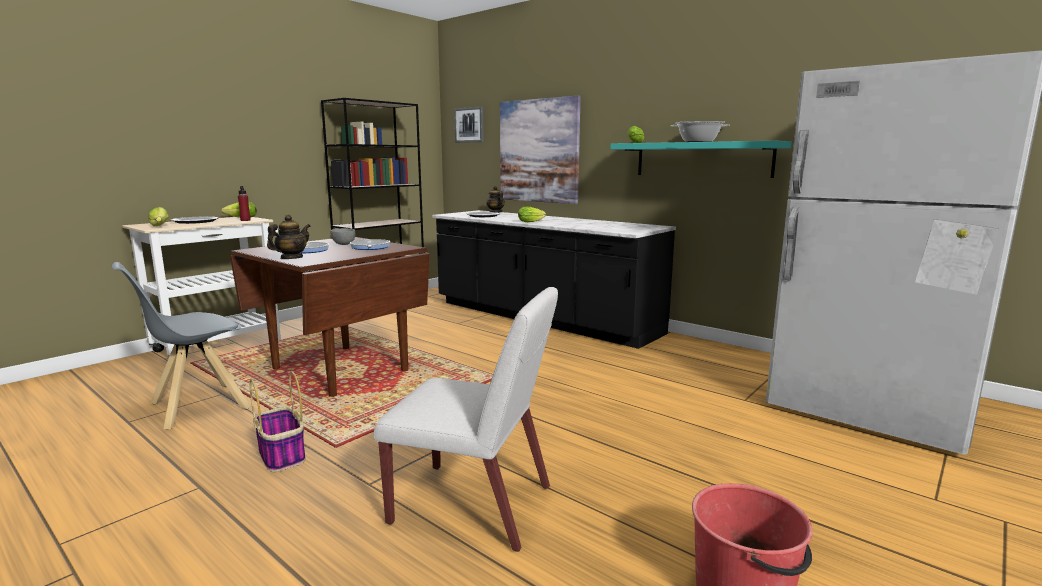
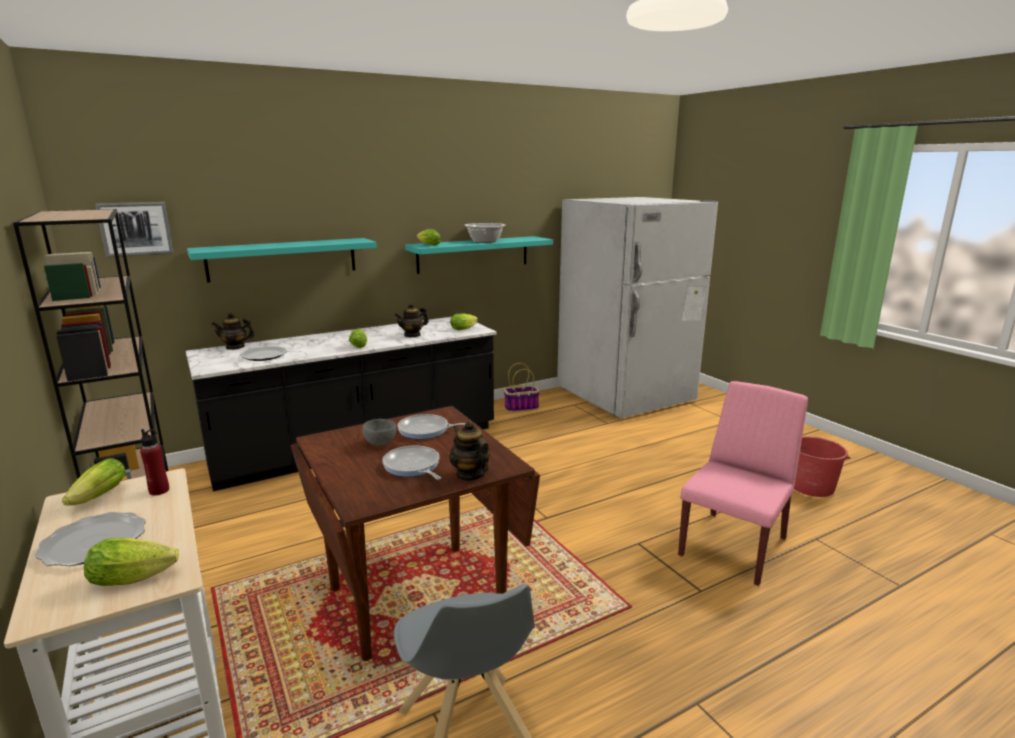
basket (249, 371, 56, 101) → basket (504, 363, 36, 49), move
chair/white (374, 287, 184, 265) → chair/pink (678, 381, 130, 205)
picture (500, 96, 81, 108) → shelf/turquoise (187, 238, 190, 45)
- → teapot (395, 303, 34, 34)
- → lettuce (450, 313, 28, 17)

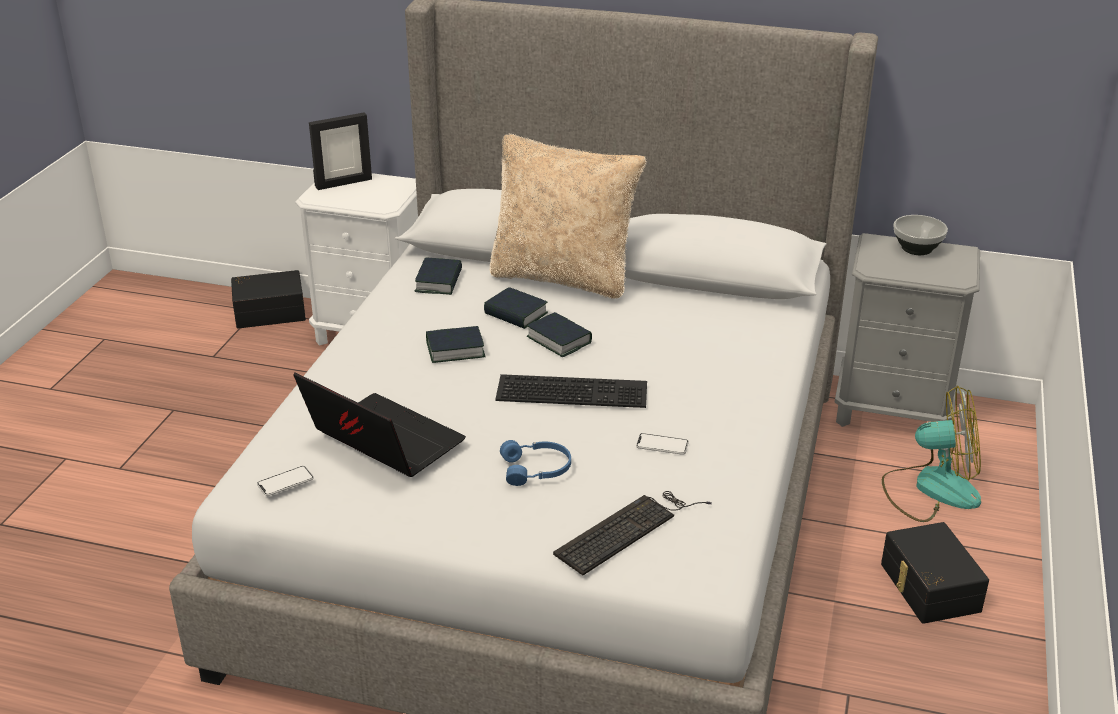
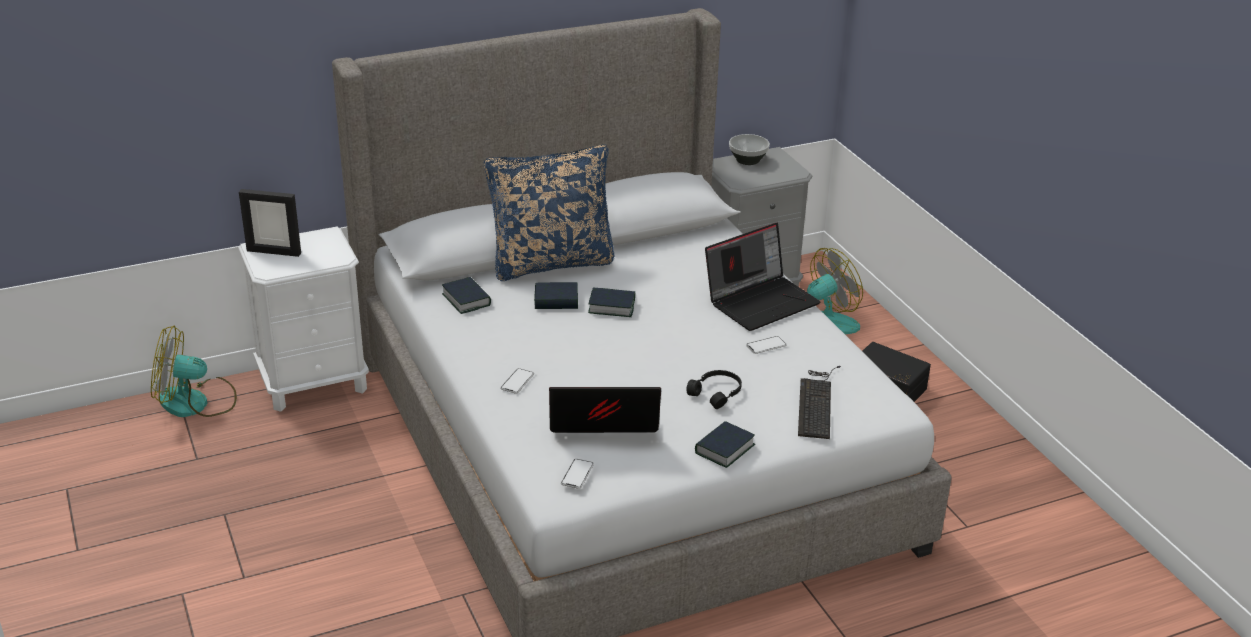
storage box/black (231, 270, 75, 58) → fan (151, 326, 86, 91)
picture frame (309, 113, 63, 77) → picture frame (239, 189, 62, 68), 75 degrees clockwise
book (426, 326, 60, 37) → book (695, 421, 60, 47), move
pillow/beige (490, 133, 157, 166) → pillow/blue (484, 144, 131, 137)
keyboard (495, 374, 152, 34) → -
headphones/blue (500, 440, 71, 46) → headphones/black (686, 370, 56, 39)
- → phone (500, 368, 34, 26)
- → laptop (705, 223, 115, 108)

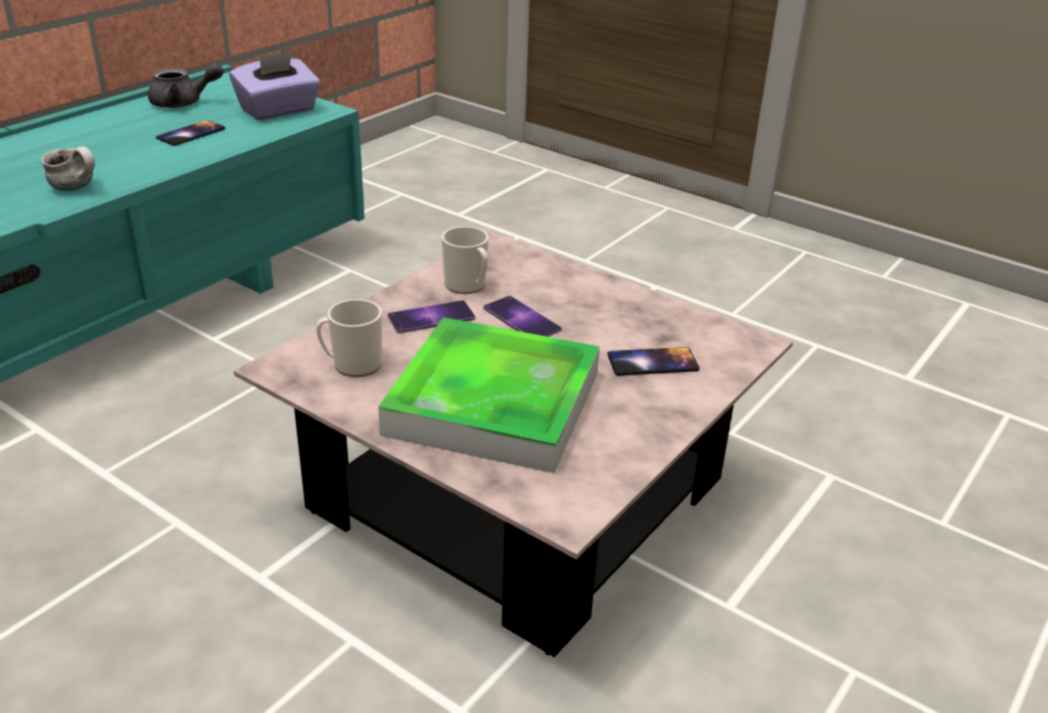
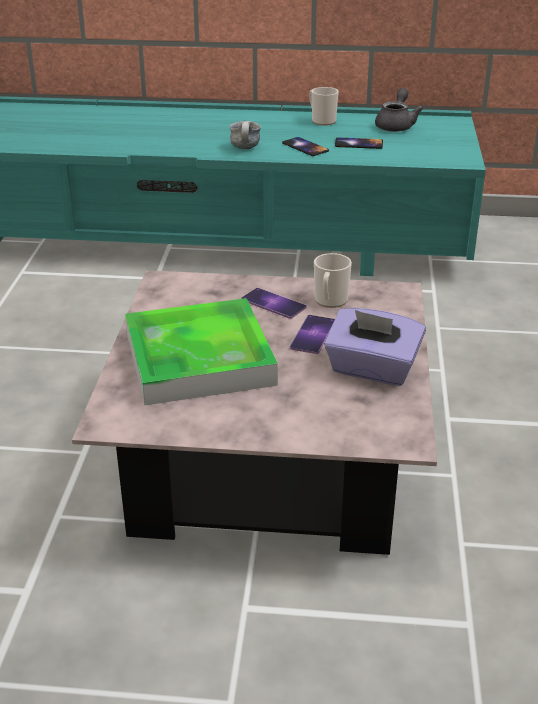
teapot/grey (148, 63, 76, 45) → teapot/grey (375, 88, 49, 44), 120 degrees counterclockwise
tissue box/purple (229, 52, 91, 69) → tissue box/purple (324, 308, 102, 78), move
mug (316, 299, 66, 78) → mug (310, 87, 29, 38), move
phone (607, 347, 93, 29) → phone (282, 137, 47, 19), move

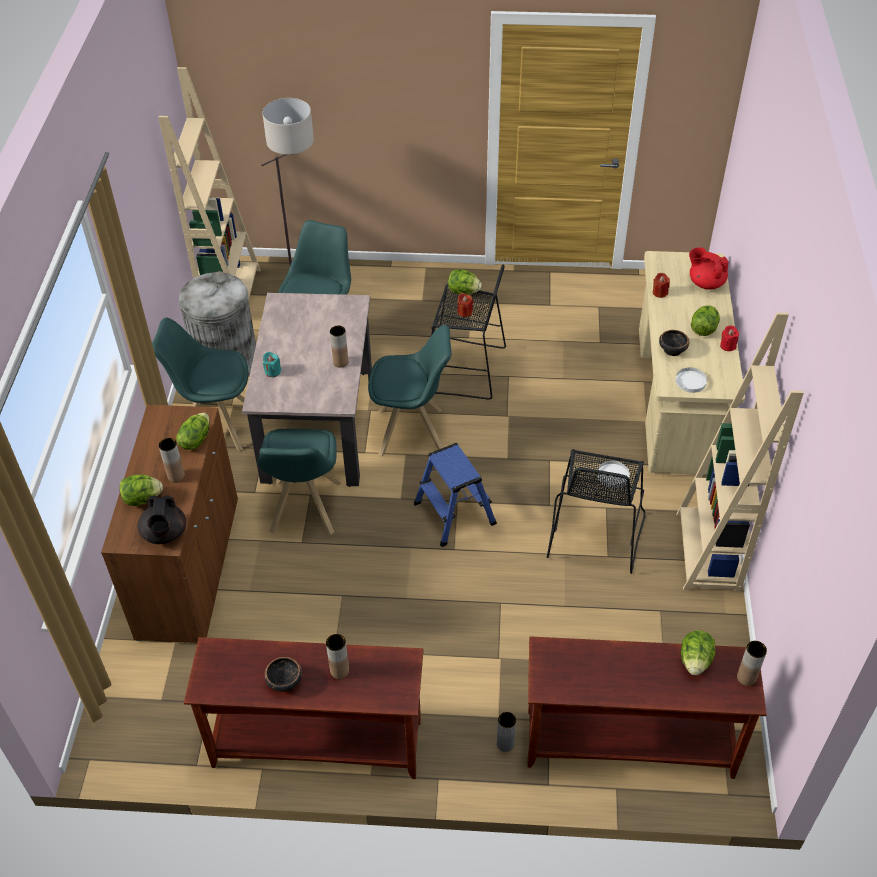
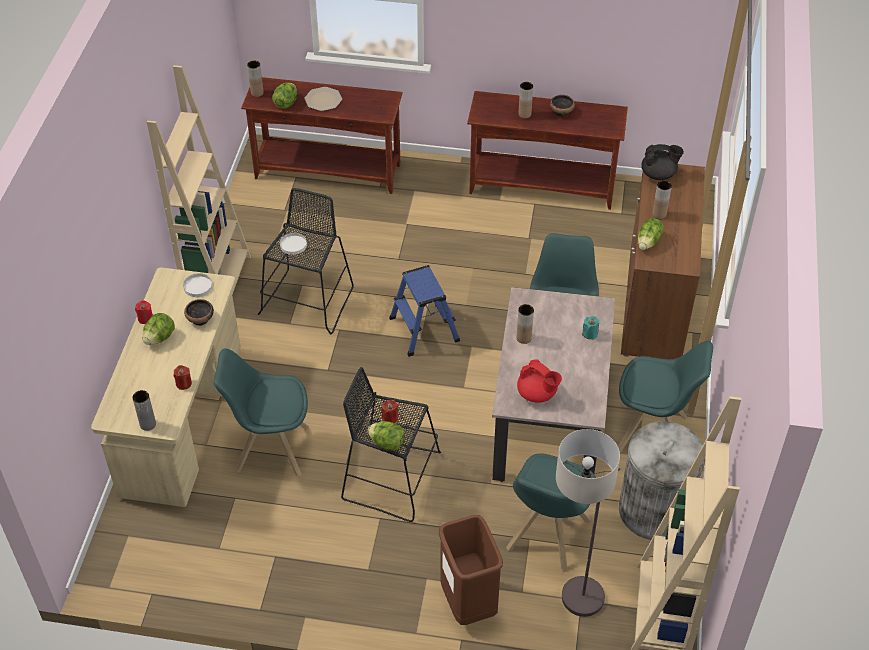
lettuce (119, 474, 44, 32) → -
teapot/black (138, 495, 48, 49) → teapot/black (641, 144, 43, 36), 90 degrees clockwise
chair/turquoise (368, 325, 84, 132) → chair/turquoise (214, 348, 95, 129), move
vase/grey (497, 712, 19, 40) → vase/grey (132, 390, 24, 41), move
teapot/red (689, 247, 40, 43) → teapot/red (517, 360, 45, 43), move
- → plate (304, 87, 38, 24)
- → trash can/brown (439, 515, 64, 110)

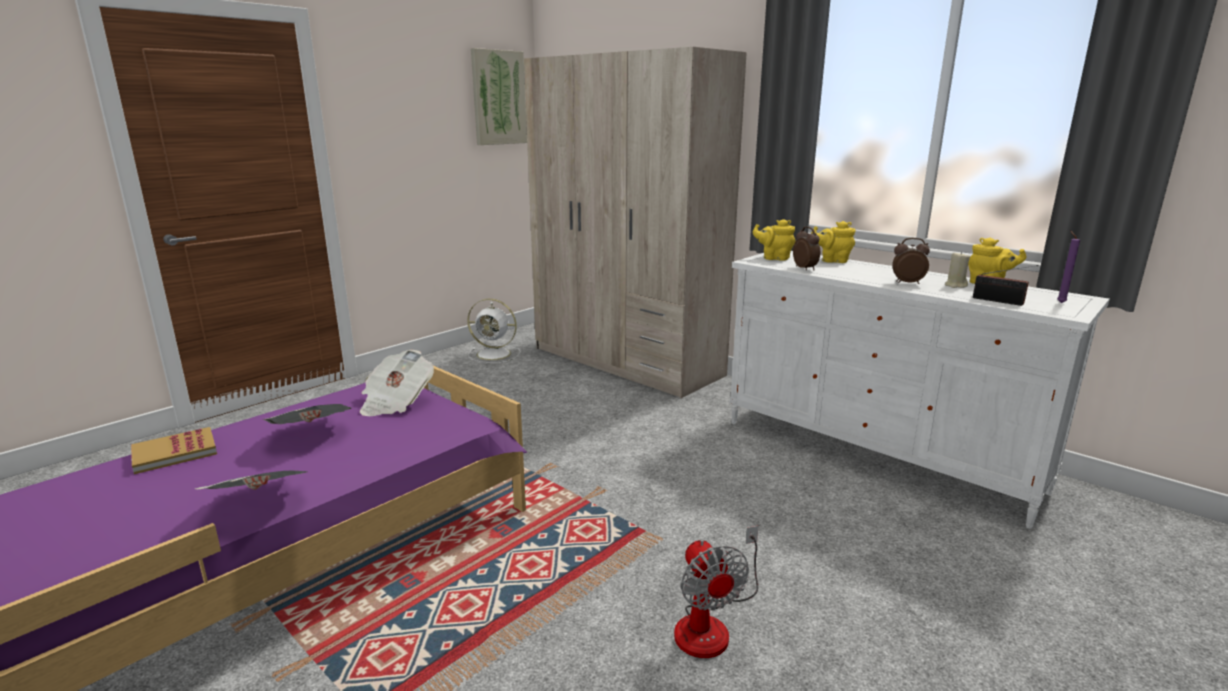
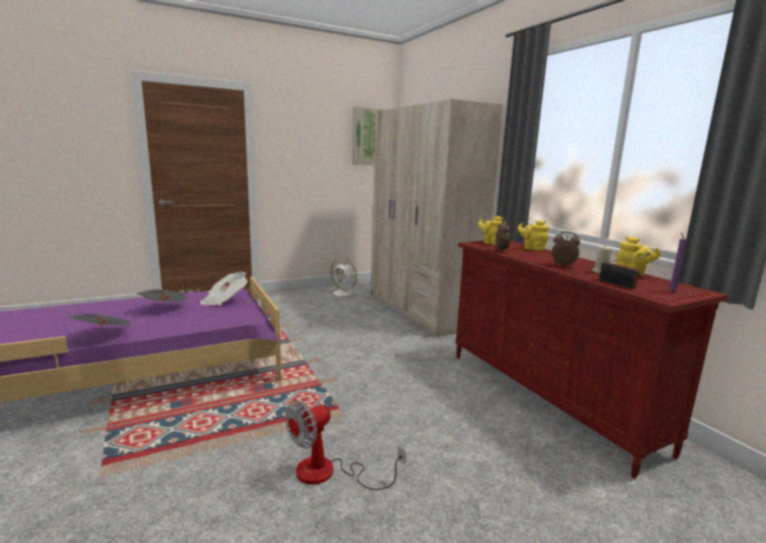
book (131, 427, 86, 47) → -
fan (674, 526, 85, 132) → fan (285, 400, 121, 90), 45 degrees clockwise
dresser/white (730, 251, 380, 278) → dresser/red (456, 240, 272, 239)

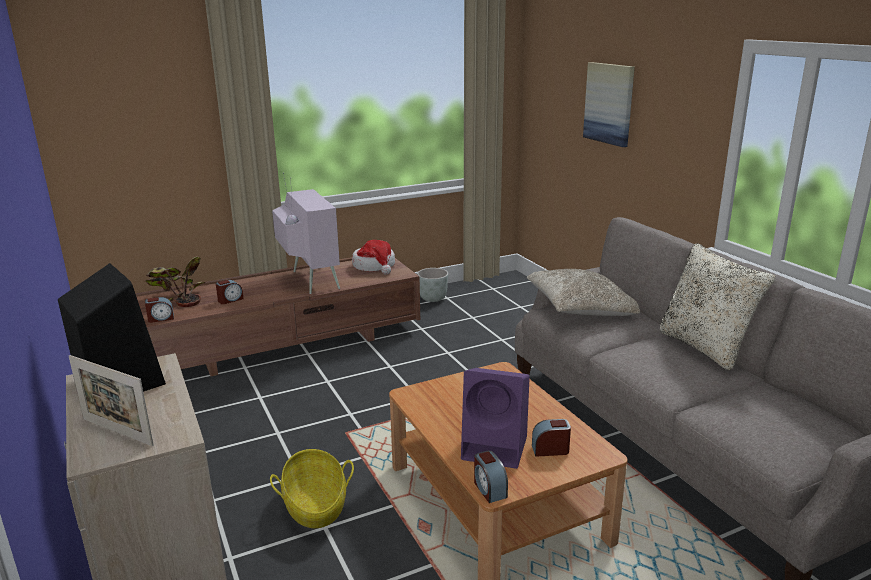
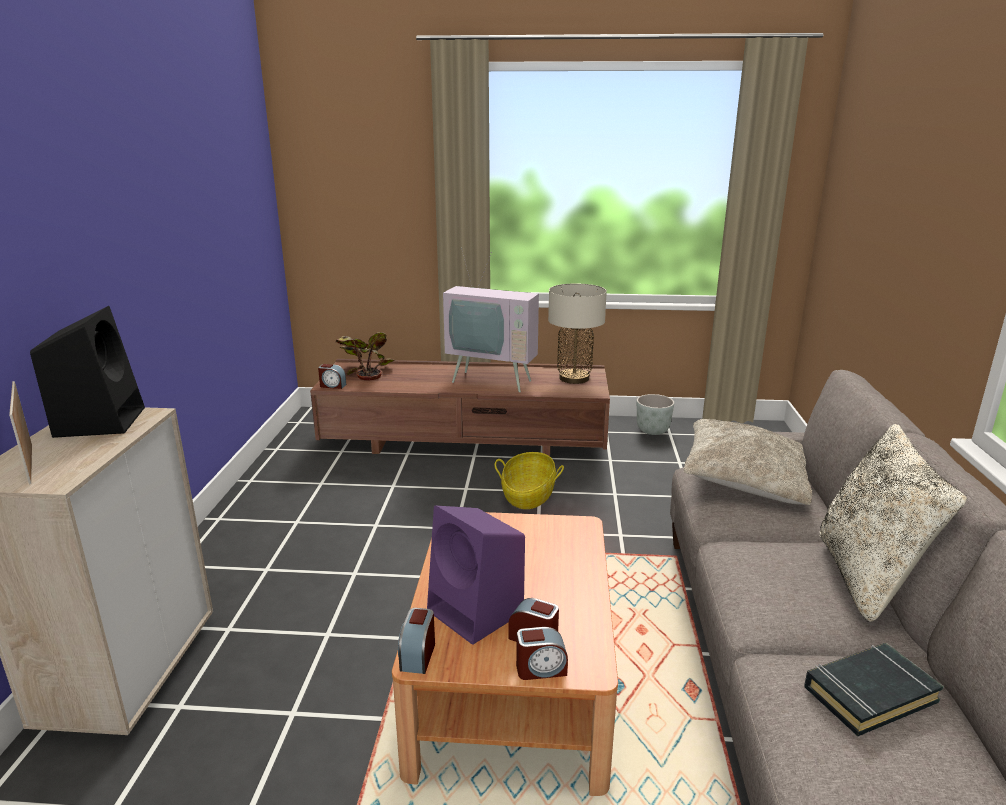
alarm clock (216, 280, 28, 24) → alarm clock (516, 627, 52, 53), move
basket (270, 449, 84, 79) → basket (495, 452, 69, 57), move
television (272, 173, 68, 121) → television (443, 248, 96, 144), 105 degrees clockwise
hat (352, 240, 43, 35) → table lamp (548, 283, 59, 101)
picture (583, 62, 52, 85) → -
- → book/black (804, 643, 140, 93)

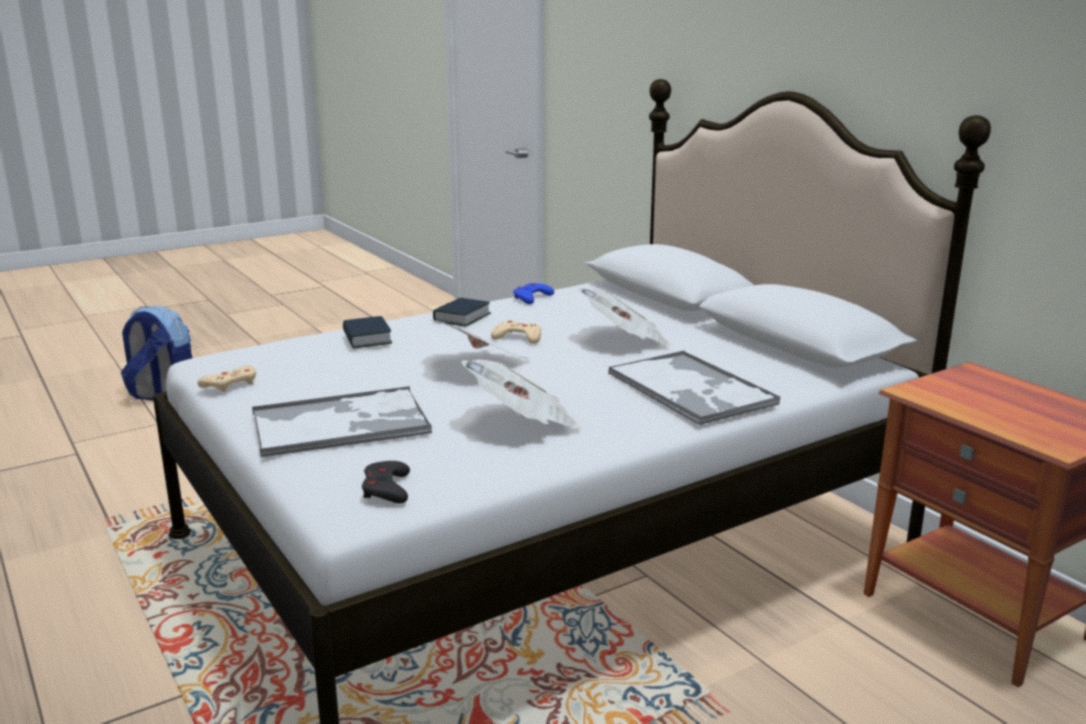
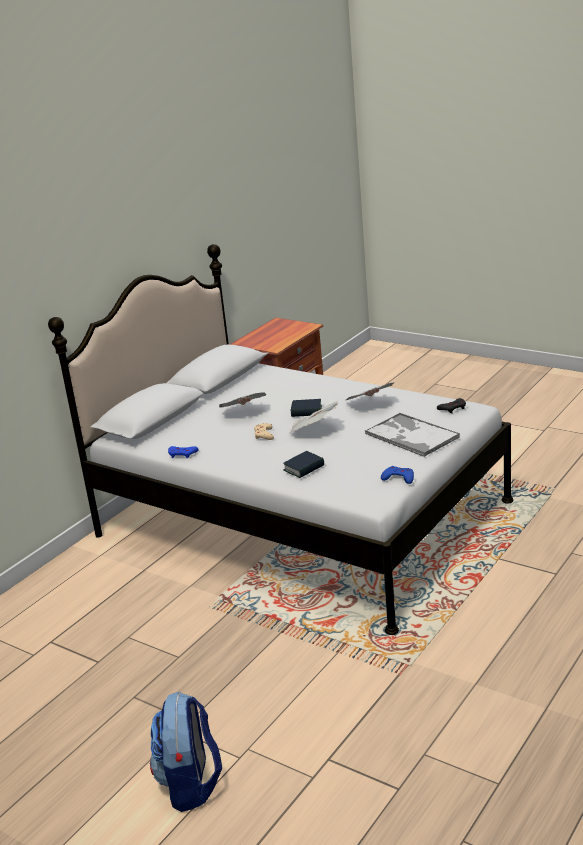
game controller/beige (197, 365, 59, 27) → game controller/blue (381, 466, 33, 18)
book (433, 298, 58, 28) → book (291, 399, 31, 18), move
tray (608, 350, 172, 75) → -

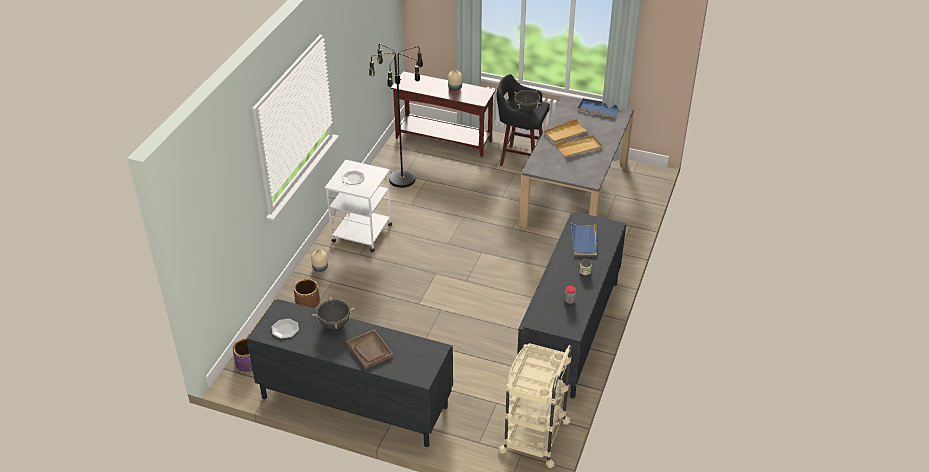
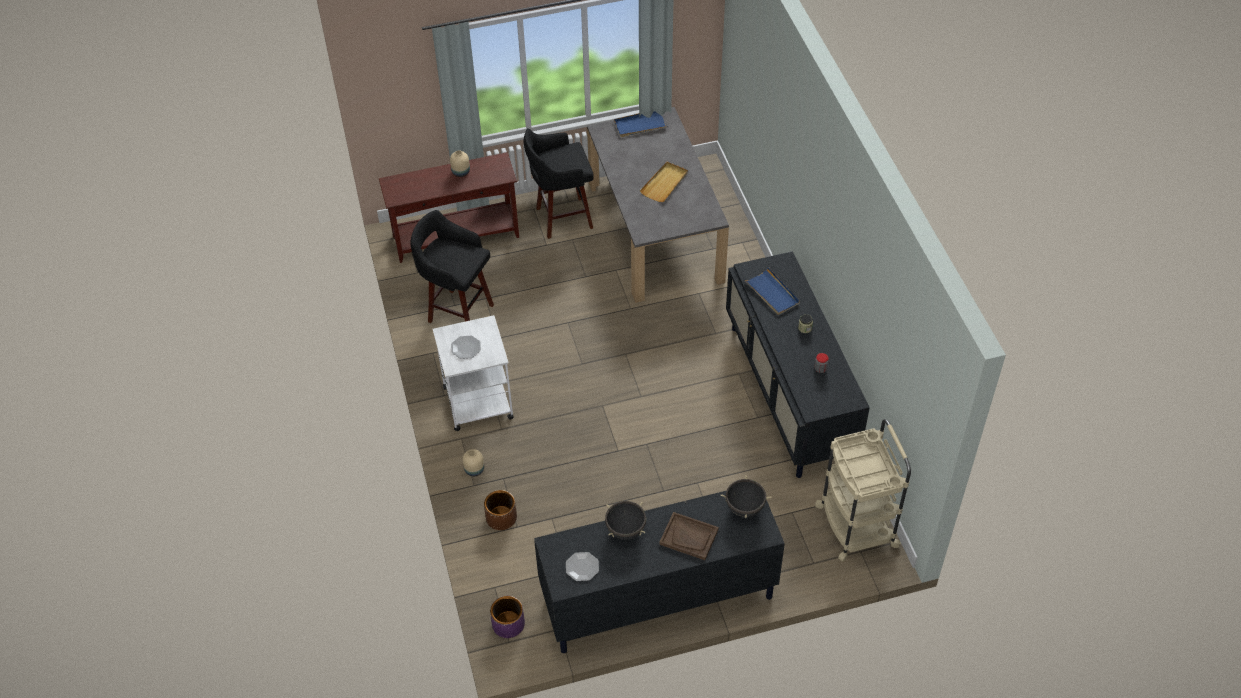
floor lamp (369, 44, 54, 144) → stool/black (410, 210, 84, 113)
cooking pot/black (514, 90, 26, 21) → cooking pot/black (721, 475, 50, 44), move
tray/beige (544, 119, 45, 24) → -

